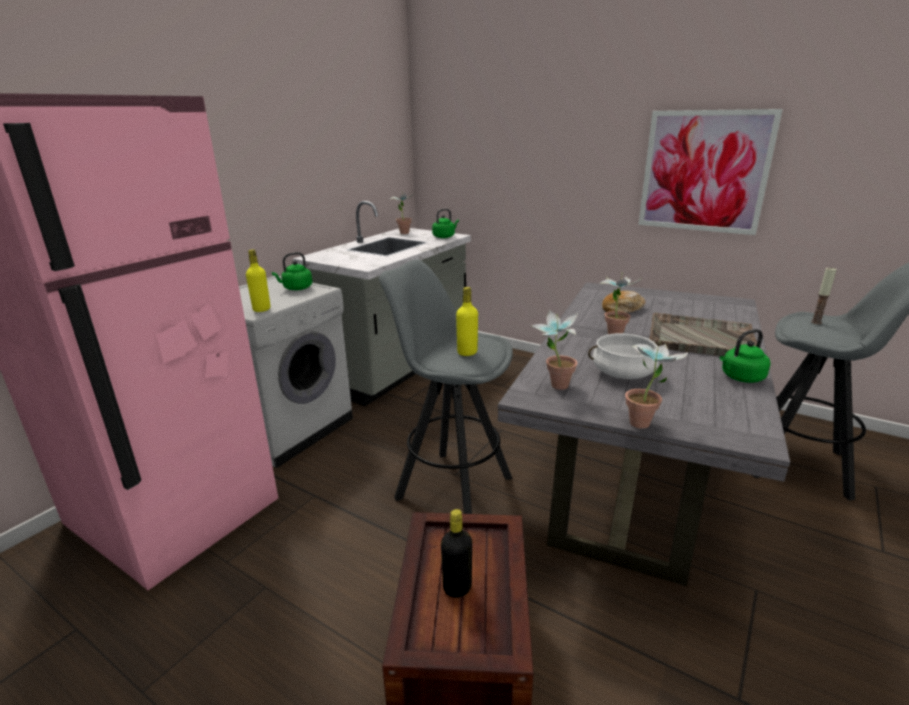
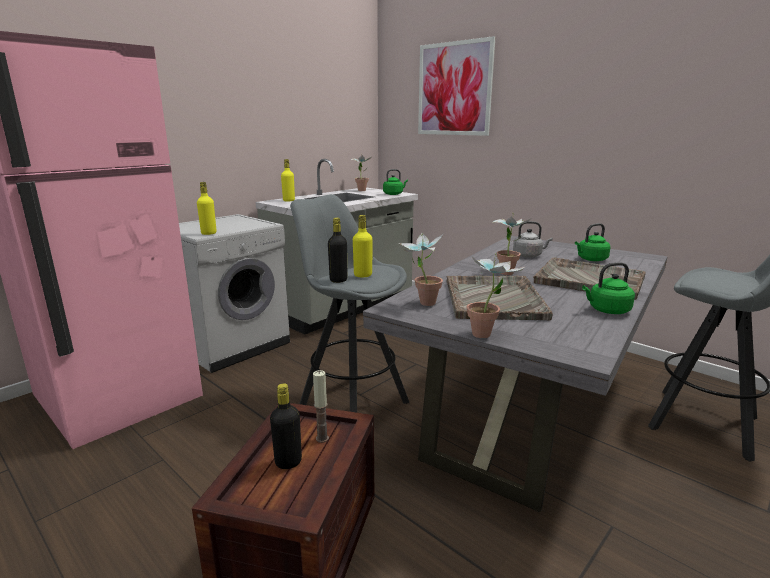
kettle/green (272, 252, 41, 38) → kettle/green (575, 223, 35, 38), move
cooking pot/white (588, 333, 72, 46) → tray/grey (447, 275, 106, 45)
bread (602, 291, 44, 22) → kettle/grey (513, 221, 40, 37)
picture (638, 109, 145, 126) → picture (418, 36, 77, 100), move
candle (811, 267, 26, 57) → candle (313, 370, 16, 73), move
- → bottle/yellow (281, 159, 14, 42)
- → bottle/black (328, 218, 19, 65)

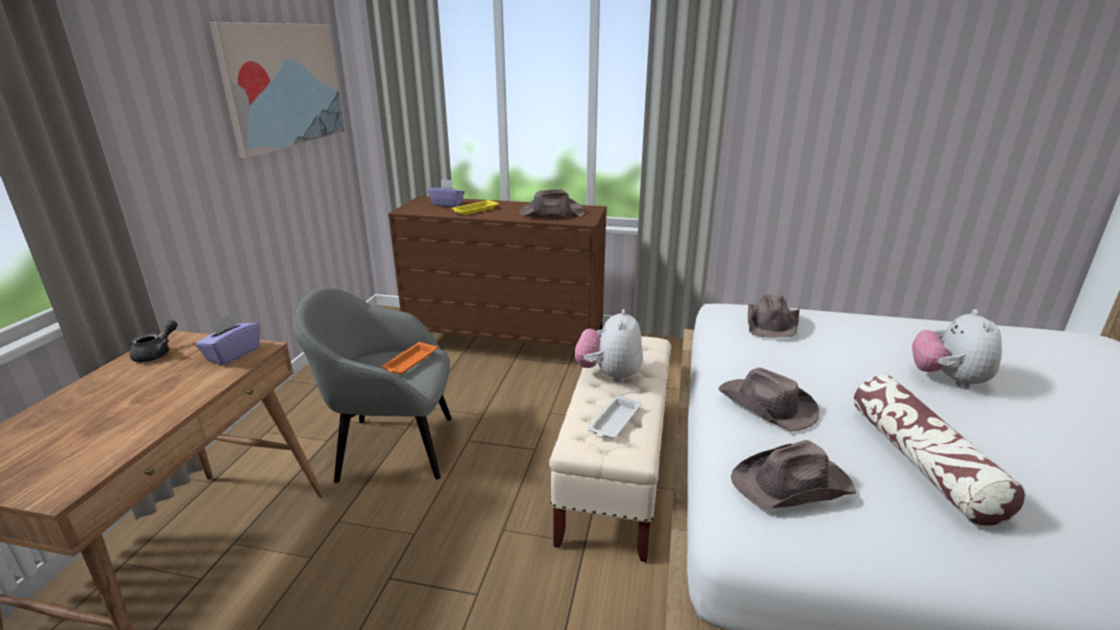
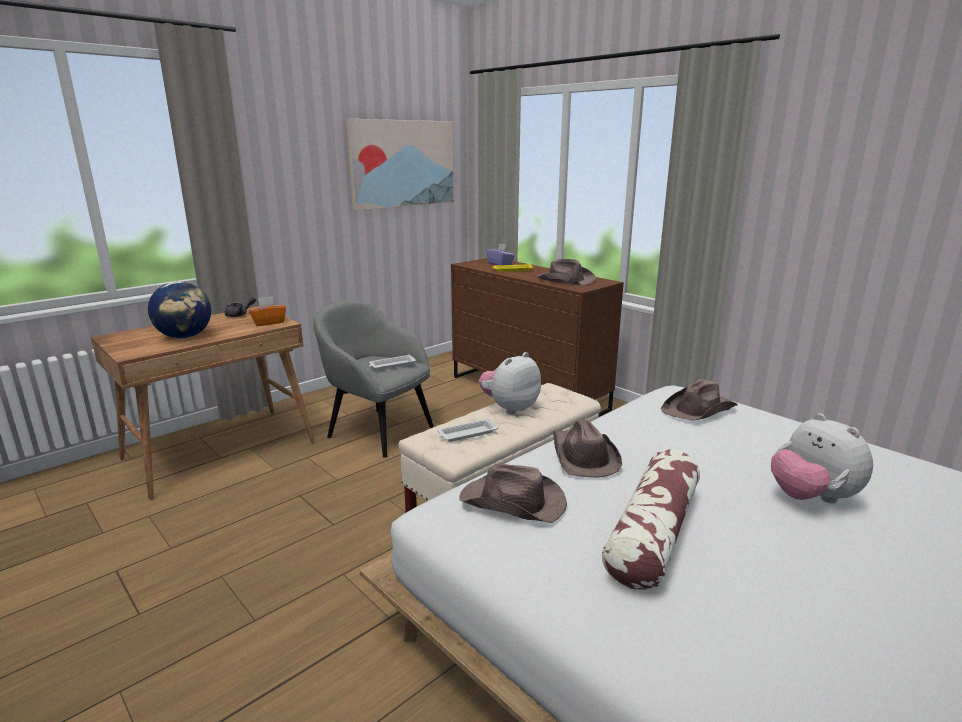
tissue box/purple (195, 313, 65, 52) → tissue box/orange (249, 296, 37, 30)
tray/orange (382, 342, 55, 32) → tray/white (369, 355, 47, 15)
plush toy (912, 309, 90, 80) → plush toy (771, 413, 102, 91), 75 degrees counterclockwise
- → globe (148, 282, 63, 56)

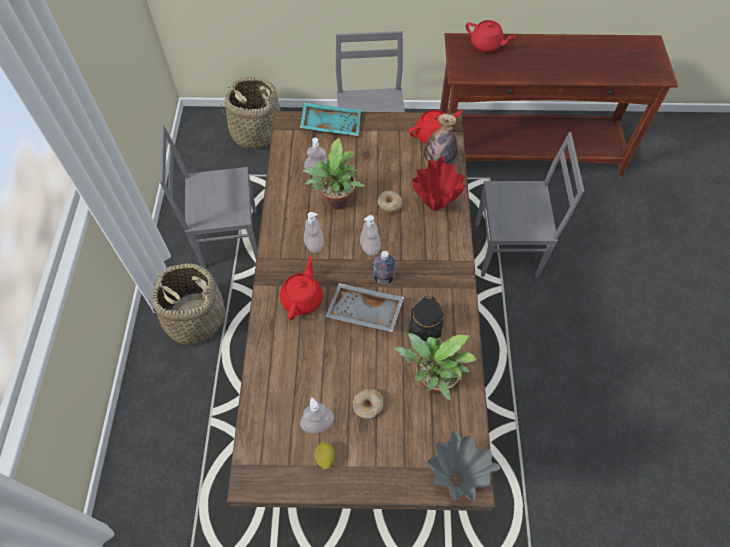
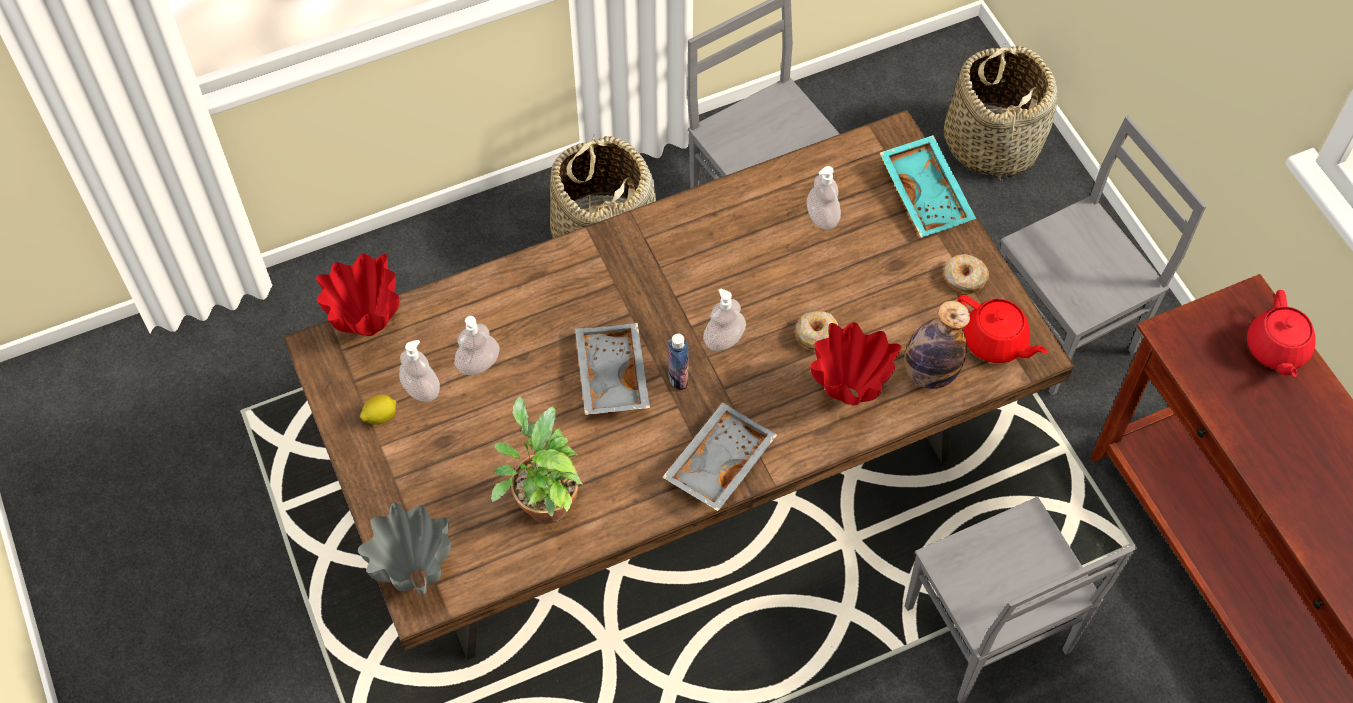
teapot/red (280, 256, 43, 64) → -
potted plant (302, 138, 63, 72) → -
soap dispenser (304, 212, 20, 41) → soap dispenser (454, 316, 46, 59), move
donut (353, 388, 31, 31) → donut (944, 254, 45, 40), move
jar/black (409, 296, 34, 45) → -
- → vase/red (316, 254, 83, 82)
- → tray/grey (662, 402, 115, 109)

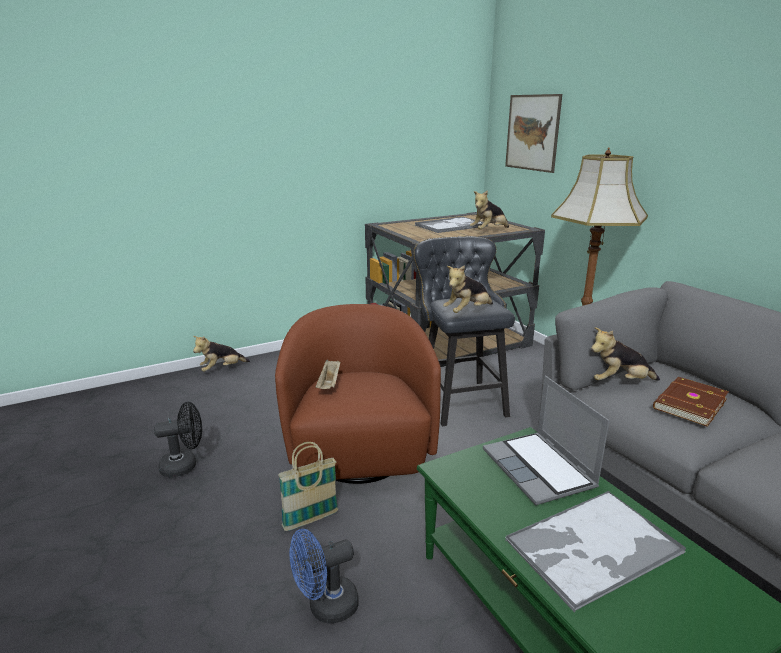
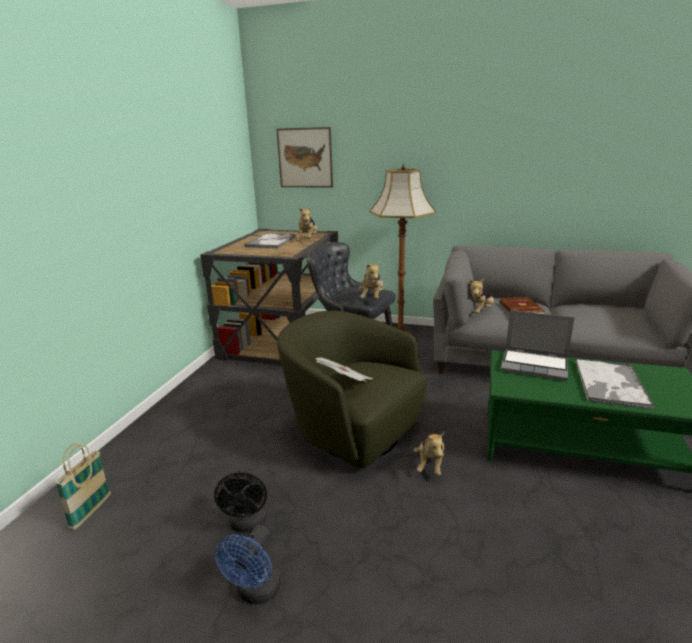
fan/black (154, 402, 48, 75) → fan/black (214, 467, 53, 66), 150 degrees clockwise
plush toy (193, 336, 57, 36) → plush toy (414, 432, 31, 44), move
armchair/brown (275, 304, 166, 180) → armchair/green (277, 311, 150, 158)
basket (278, 442, 60, 89) → basket (55, 443, 56, 87), move
fan/blue (289, 529, 70, 95) → fan/blue (215, 525, 66, 79), move
tray/beige (315, 360, 25, 29) → newspaper (315, 357, 58, 24)

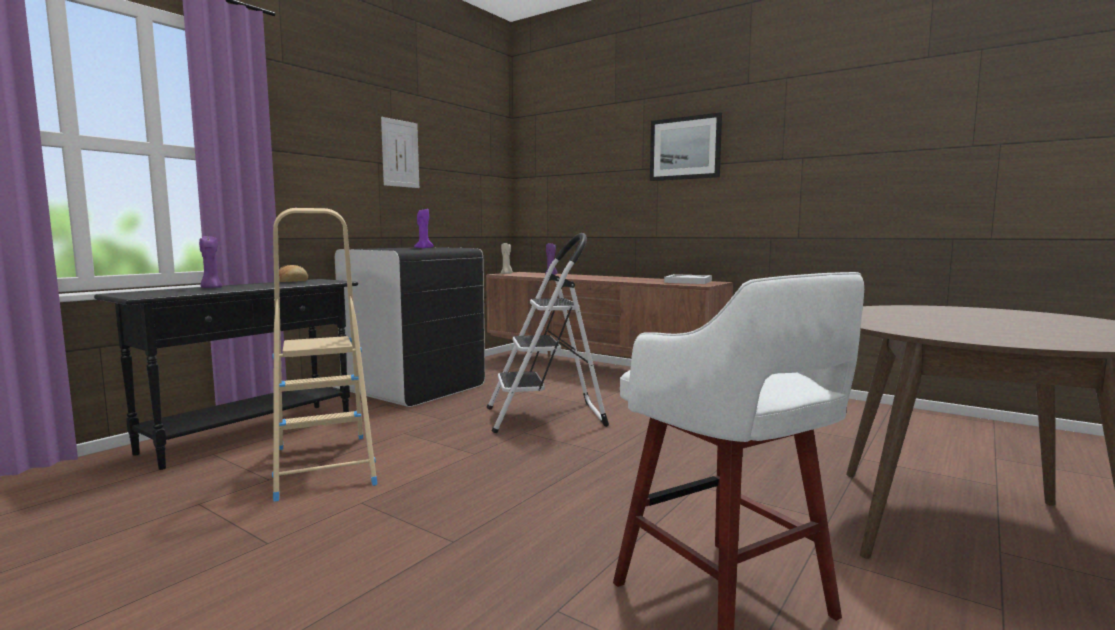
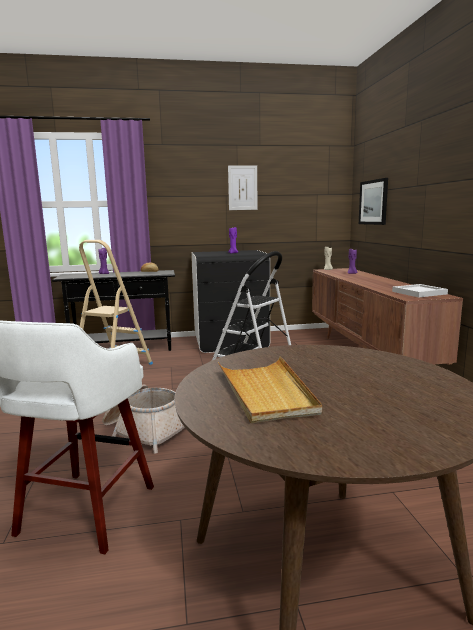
picture (650, 112, 72, 69) → picture (359, 178, 29, 47), move
- → basket (102, 385, 83, 69)
- → tray/beige (218, 356, 104, 67)

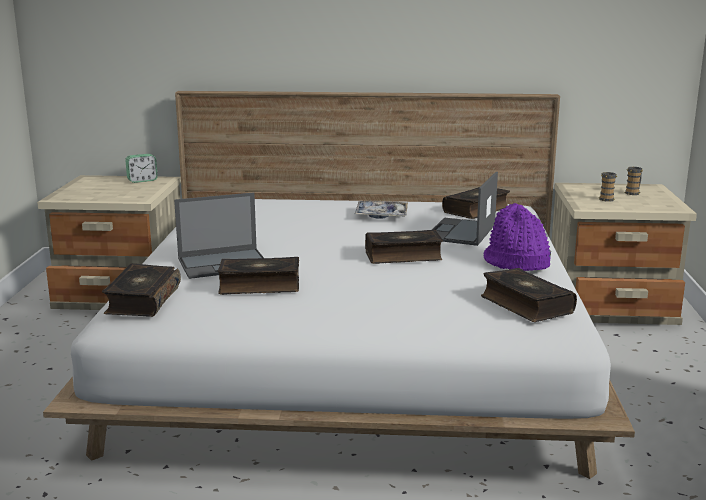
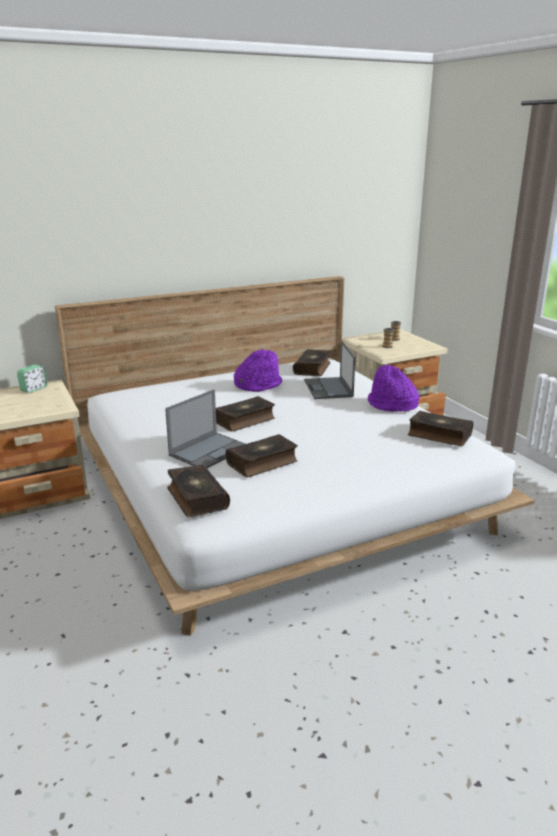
tray (355, 201, 53, 18) → hat/purple (234, 349, 48, 43)
book (365, 230, 78, 34) → book (216, 396, 59, 36), move

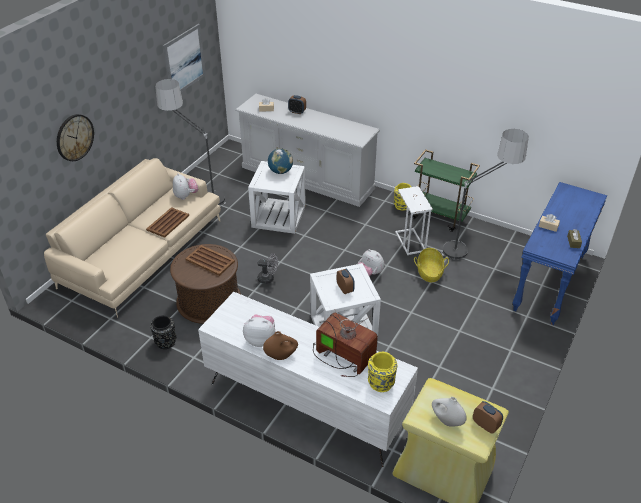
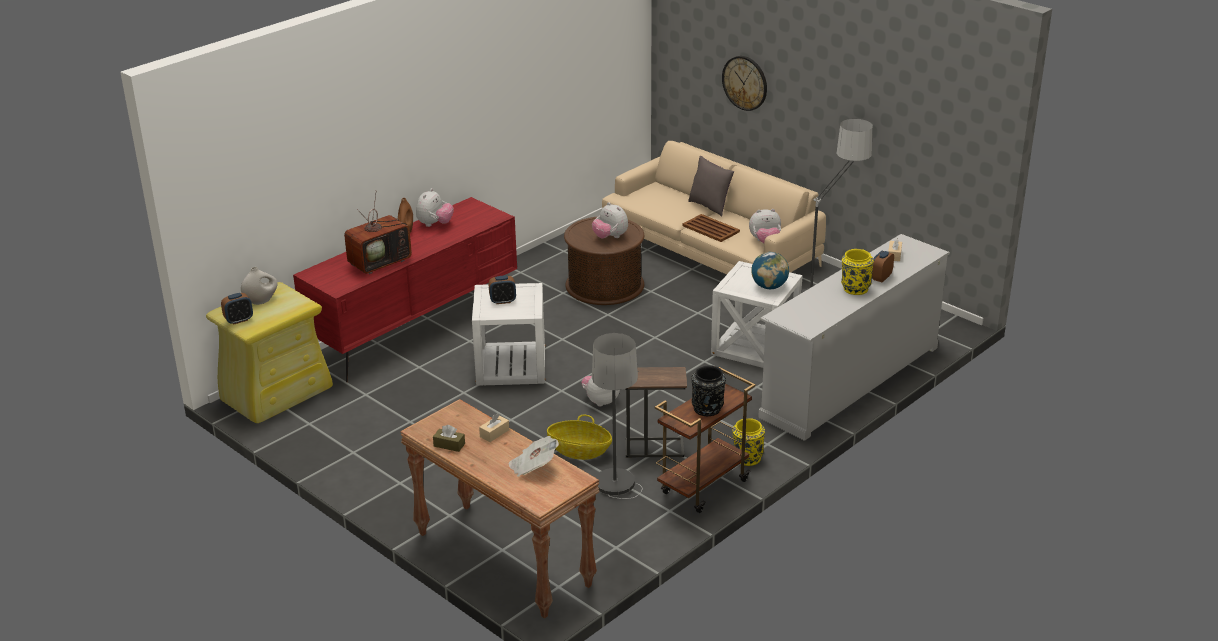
vase/black (150, 315, 26, 34) → vase/black (691, 365, 35, 51), move
picture (163, 24, 43, 68) → -
tray/brown (185, 245, 50, 31) → plush toy (592, 202, 36, 36)
tv stand/white (198, 292, 220, 175) → tv stand/red (293, 197, 224, 185)
fan/grey (257, 253, 21, 31) → -
vase/yellow (368, 352, 29, 40) → vase/yellow (841, 249, 33, 46), move
side table/white (395, 186, 38, 69) → side table/brown (625, 367, 62, 91)
cart/green (410, 149, 70, 83) → cart/brown (655, 367, 101, 146)
console table/blue (512, 182, 95, 143) → console table/brown (400, 399, 200, 220)
- → newspaper (508, 436, 51, 41)
- → pillow/grey (688, 156, 46, 61)

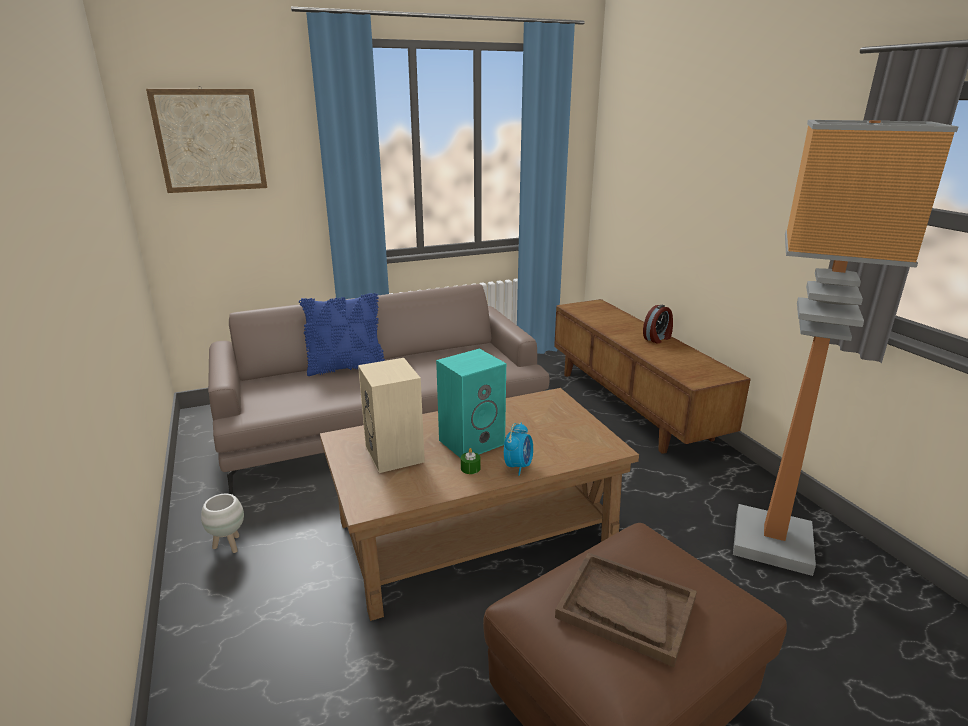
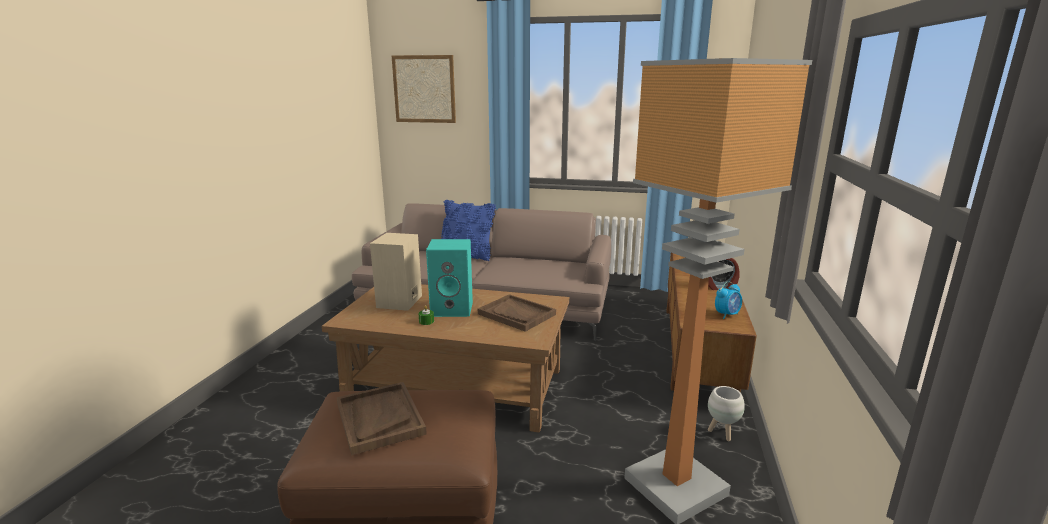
planter/white (201, 494, 43, 59) → planter/white (708, 386, 37, 55), move
alarm clock (504, 423, 29, 53) → alarm clock (715, 281, 27, 38), move
- → tray/brown (478, 294, 78, 38)

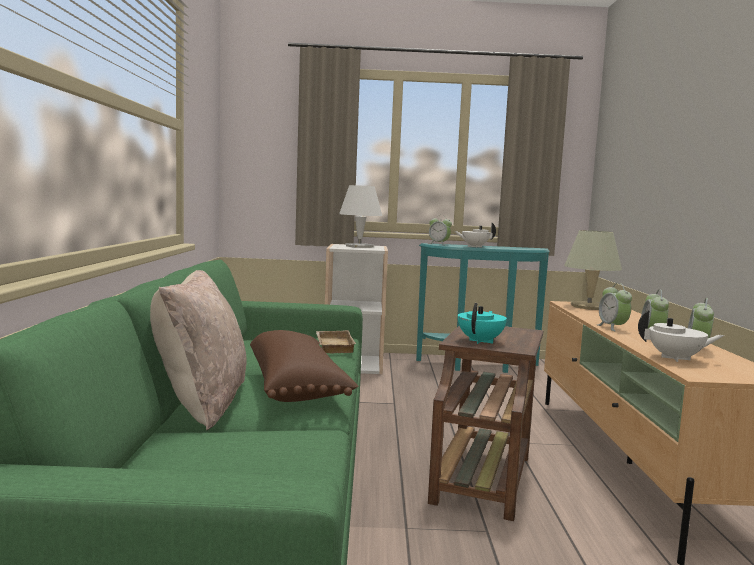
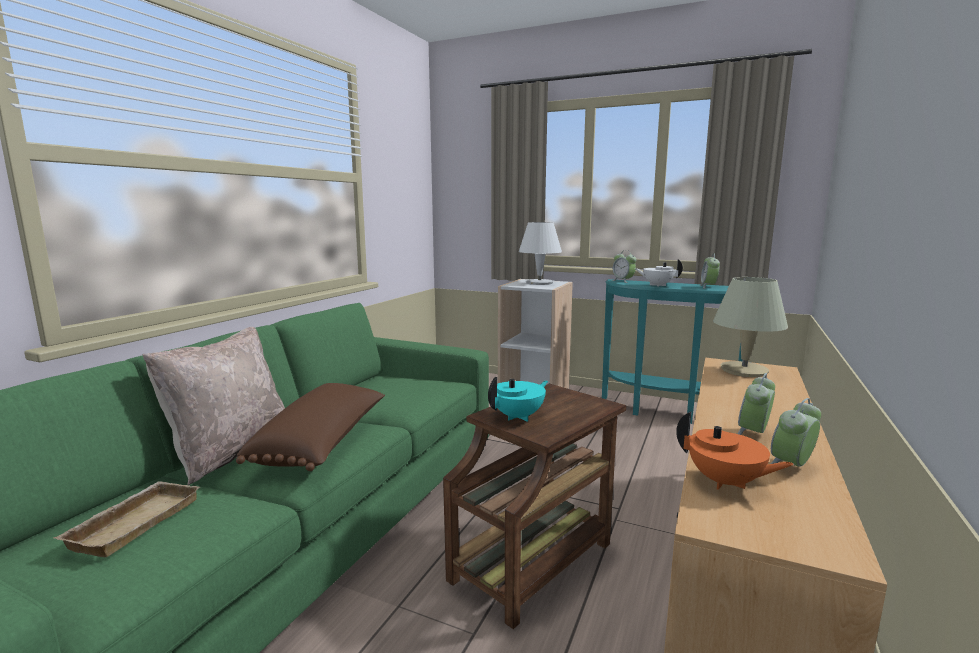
tray/beige (316, 330, 41, 24) → tray/beige (54, 481, 146, 76), move
alarm clock (597, 283, 35, 48) → alarm clock (700, 254, 20, 35), move
teapot/white (638, 310, 86, 52) → teapot/orange (676, 412, 118, 78)

